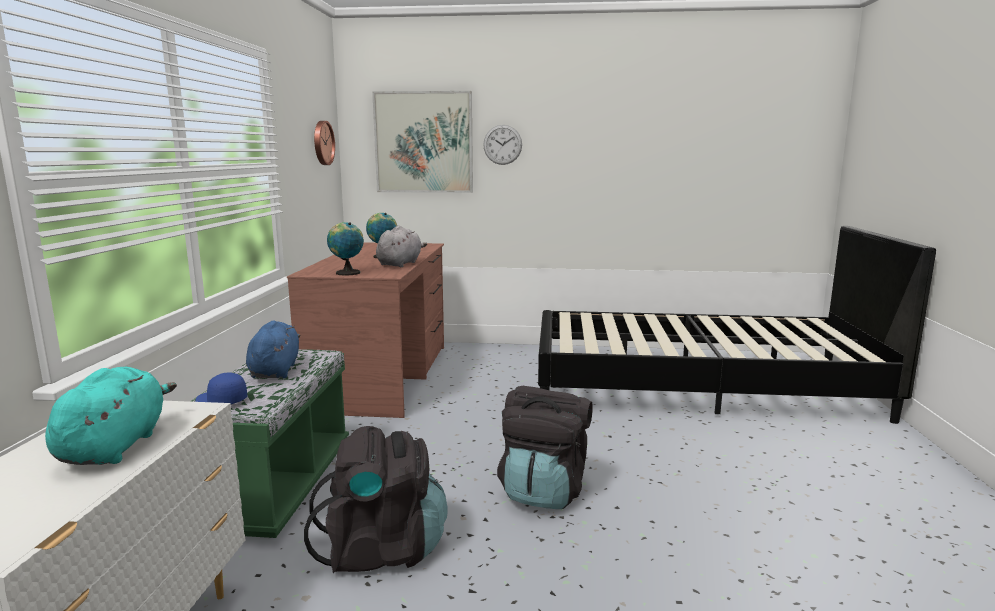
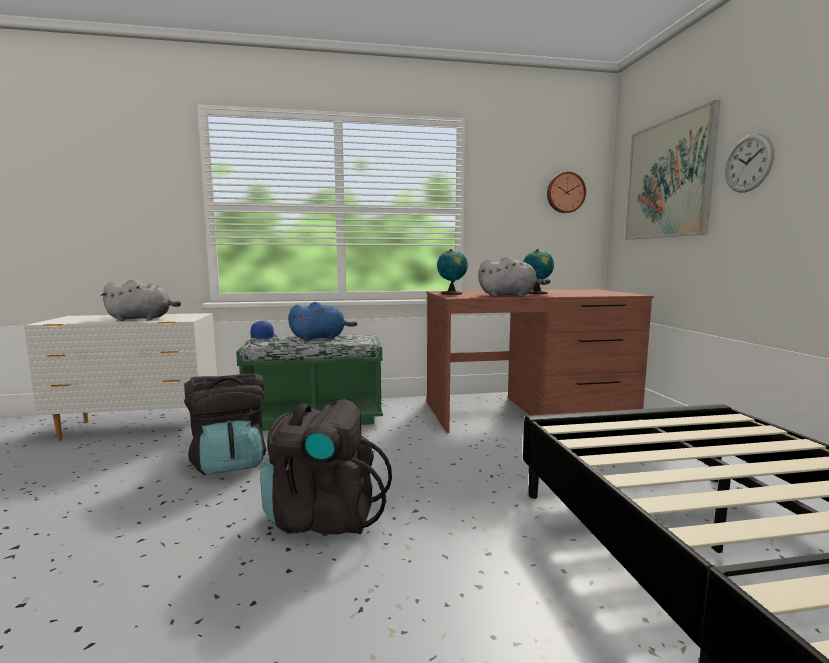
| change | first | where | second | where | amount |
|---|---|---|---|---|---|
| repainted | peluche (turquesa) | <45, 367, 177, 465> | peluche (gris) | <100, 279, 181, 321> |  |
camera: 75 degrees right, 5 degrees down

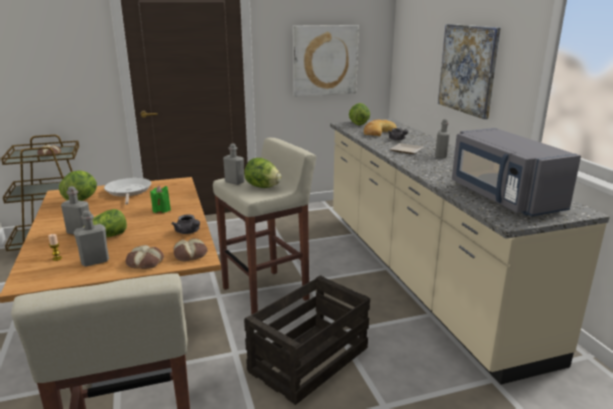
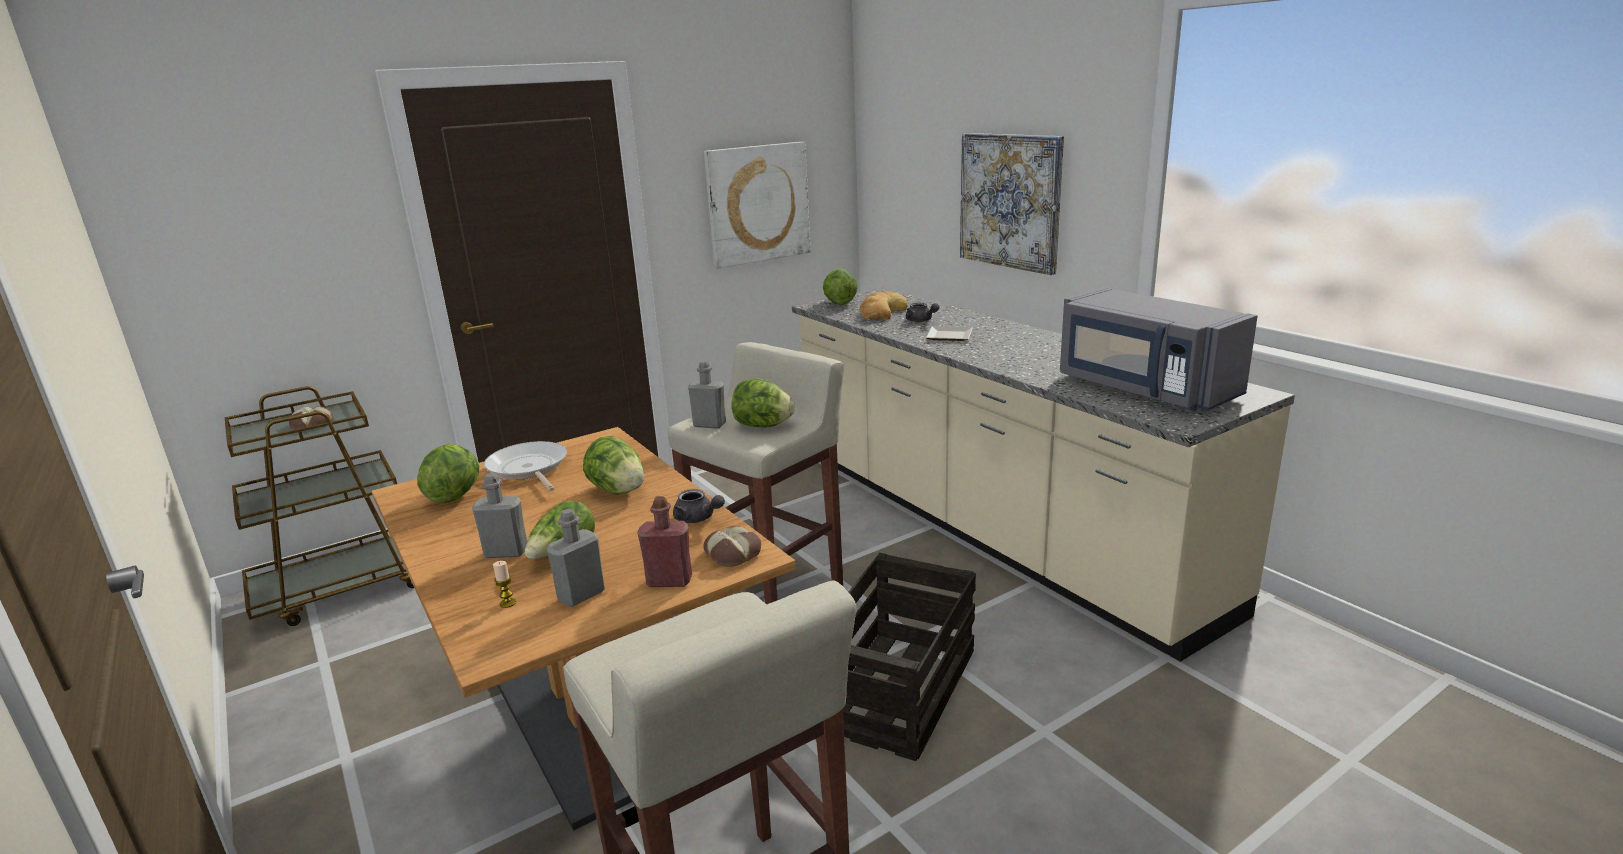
| change | first | where | second | where | amount |
|---|---|---|---|---|---|
| swapped | vela (verde) | <150, 185, 171, 214> | lechuga | <583, 436, 644, 495> |  |
| swapped | pan | <126, 245, 164, 269> | botella (rojo) | <637, 496, 692, 587> |  |
| gone | botella (gris) | <435, 119, 450, 158> |  |  |  |
camera: 15 degrees left, 0 degrees up

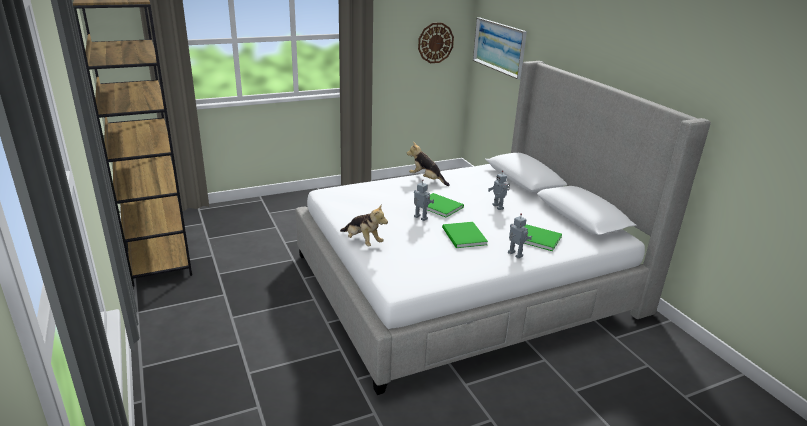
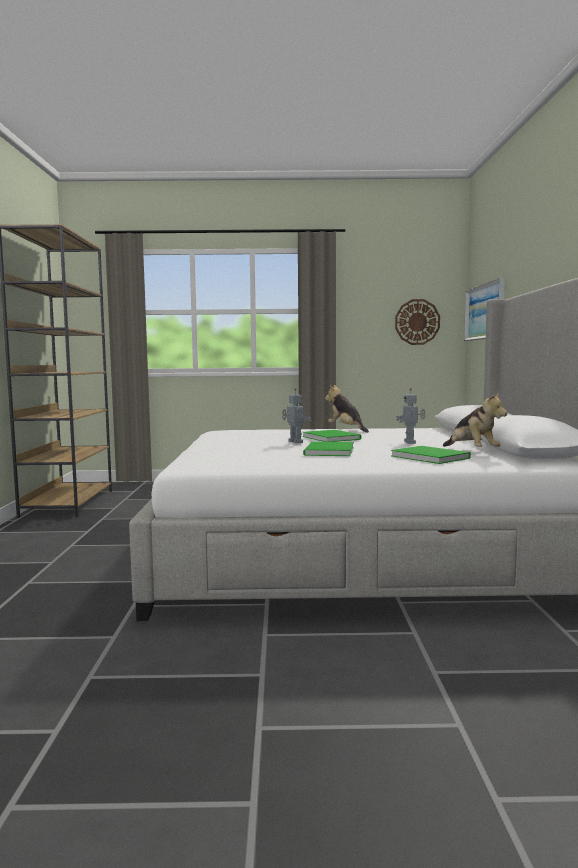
| change | first | where | second | where | amount |
|---|---|---|---|---|---|
| shifted | peluche | <340, 205, 388, 246> |  | <443, 392, 508, 447> |  |
| gone | robot de juguete | <508, 213, 532, 259> |  |  |  |
camera: 25 degrees right, 20 degrees down

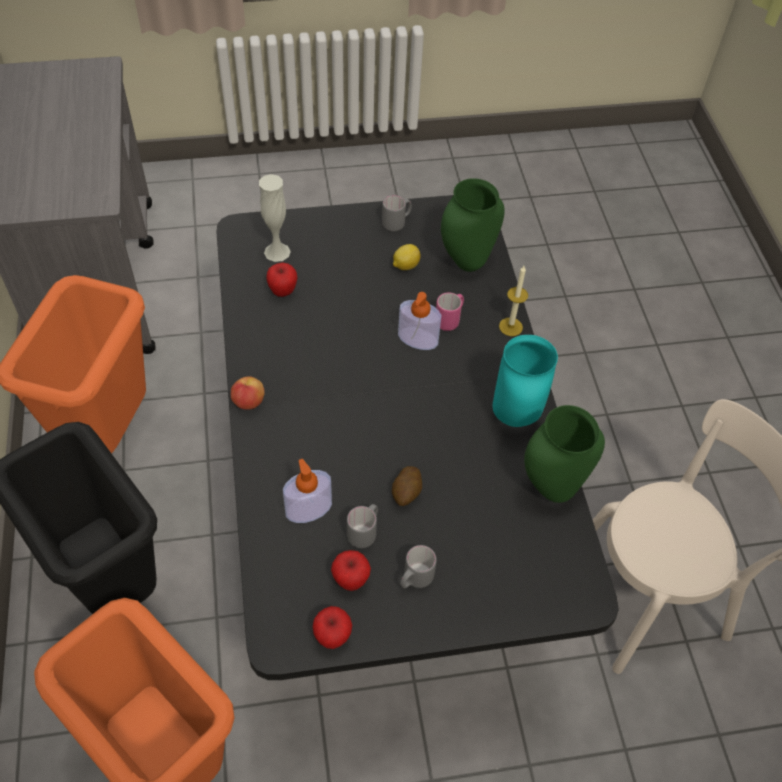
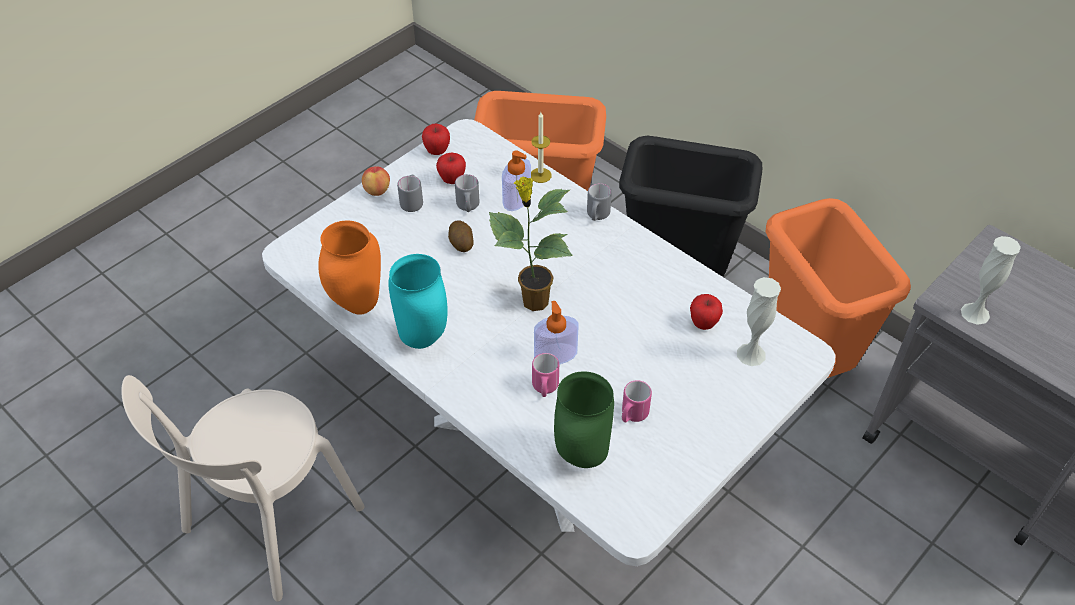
| change | first | where | second | where | amount |
|---|---|---|---|---|---|
| repainted | mesa de comedor (negro) | <216, 195, 619, 680> | mesa de comedor (blanco) | <262, 119, 835, 566> |  |
| repainted | florero (verde) | <524, 405, 605, 503> | florero (naranja) | <318, 220, 381, 315> |  |
| shifted | manzana | <231, 376, 265, 410> |  | <362, 166, 390, 196> |  |
| new |  |  | planta en maceta | <489, 176, 573, 311> |  |
| shifted | vela | <499, 266, 528, 336> |  | <531, 112, 552, 183> |  |
| shifted | taza grande (gris) | <382, 195, 412, 231> |  | <587, 183, 612, 221> |  |
| swapped | limón | <393, 244, 421, 270> | taza grande (rosa) | <622, 380, 652, 423> |  |
| new |  |  | florero (blanco) | <961, 236, 1021, 325> |  |
camera: 145 degrees right, 5 degrees down

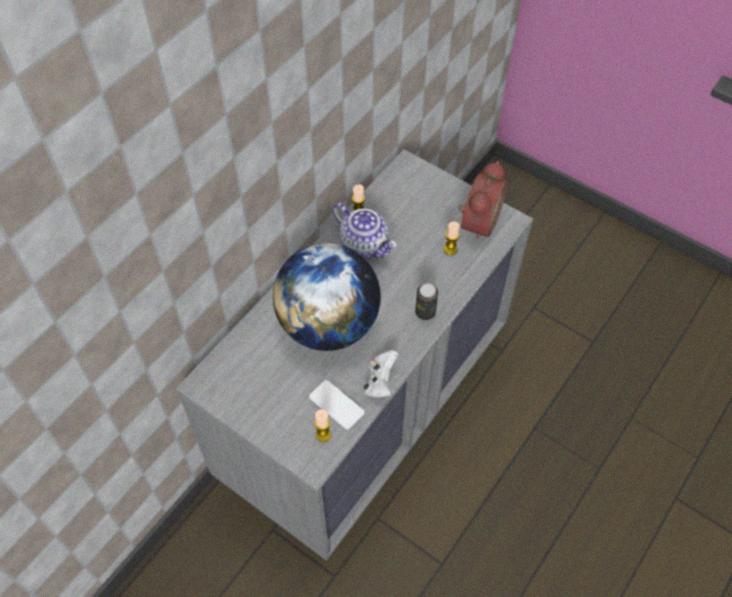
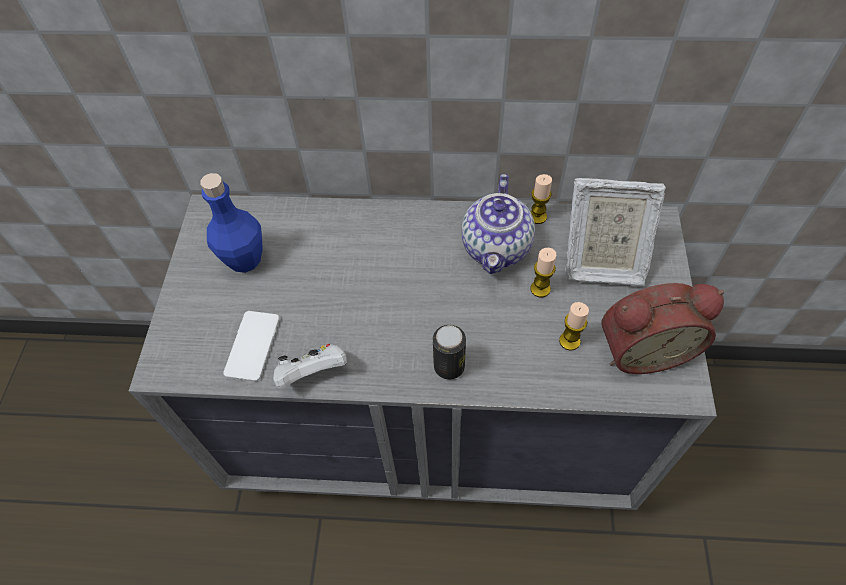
| change | first | where | second | where | amount |
|---|---|---|---|---|---|
| new |  |  | botella (azul) | <201, 173, 263, 273> |  |
| shifted | vela | <314, 409, 331, 442> |  | <530, 248, 556, 297> |  |
| new |  |  | portarretratos | <565, 178, 666, 286> |  |
| gone | globo terráqueo | <273, 243, 381, 351> |  |  |  |
camera: 60 degrees right, 0 degrees up

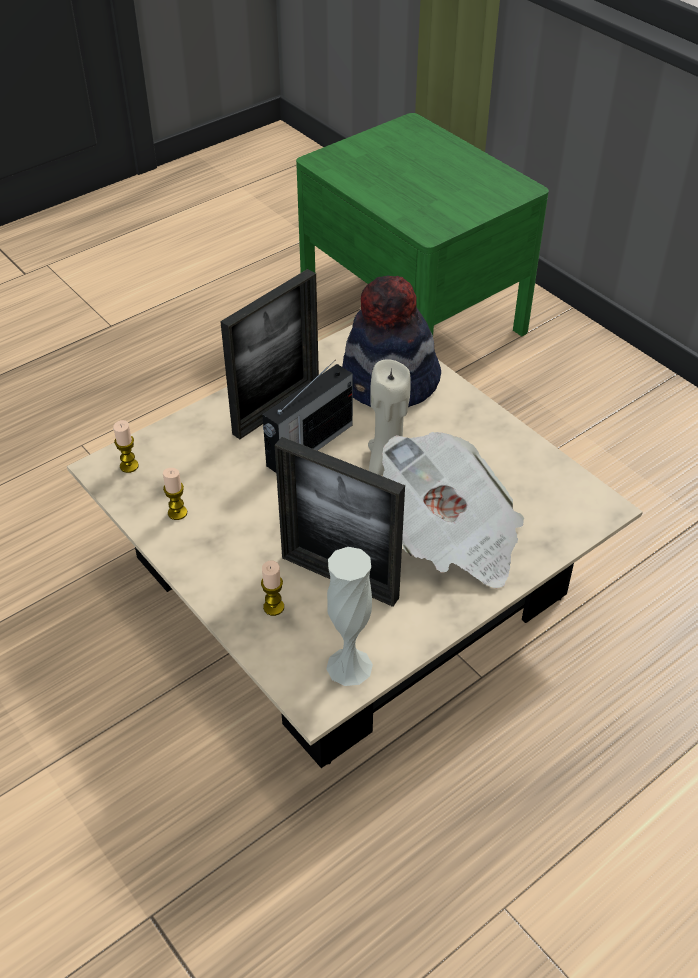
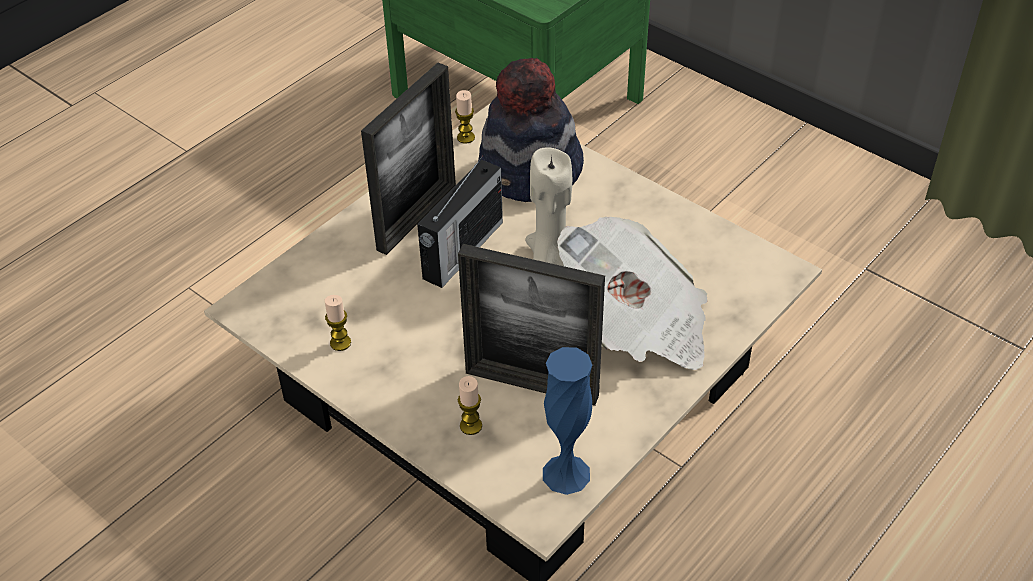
| change | first | where | second | where | amount |
|---|---|---|---|---|---|
| shifted | vela | <113, 420, 139, 473> |  | <455, 90, 475, 144> |  |
| repainted | florero (blanco) | <326, 547, 373, 686> | florero (azul) | <543, 347, 592, 495> |  |
camera: 10 degrees left, 0 degrees up

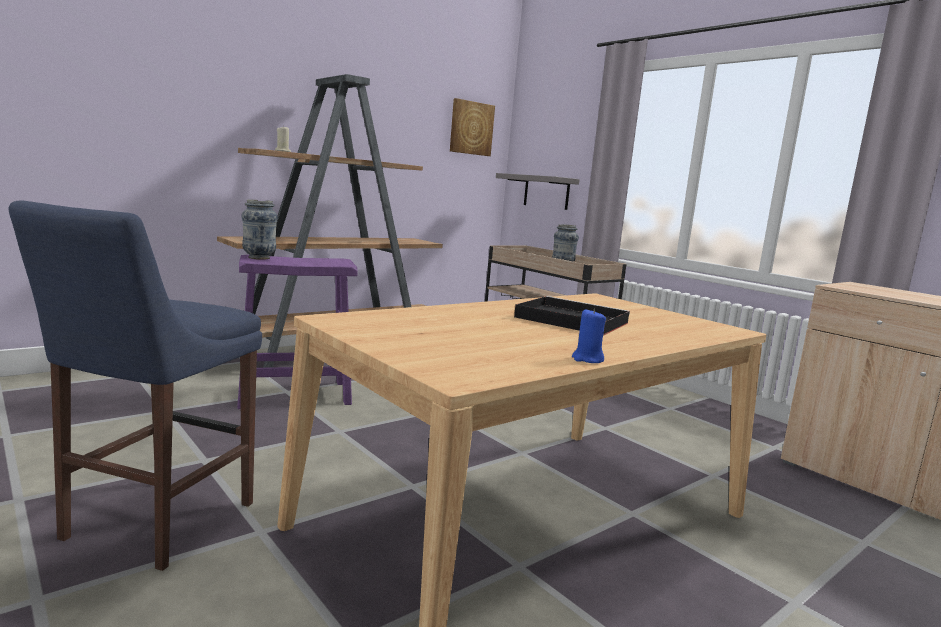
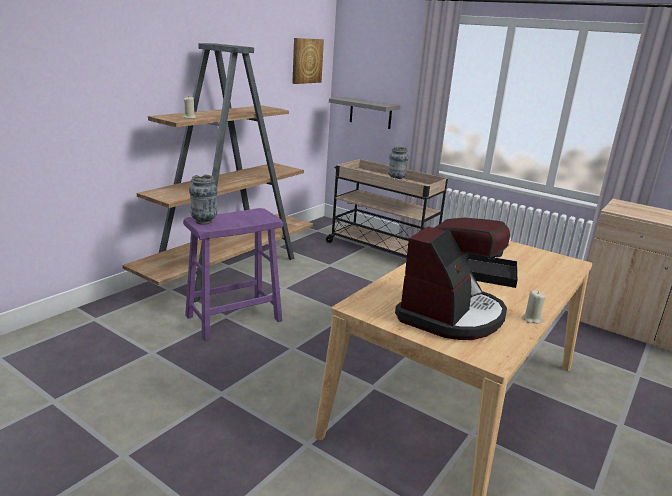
| change | first | where | second | where | amount |
|---|---|---|---|---|---|
| new |  |  | cafetera | <395, 218, 510, 340> |  |
| repainted | vela (azul) | <572, 309, 606, 363> | vela (beis) | <522, 291, 546, 324> |  |
| gone | taburete (azul) | <9, 201, 262, 571> |  |  |  |
camera: 15 degrees left, 10 degrees up

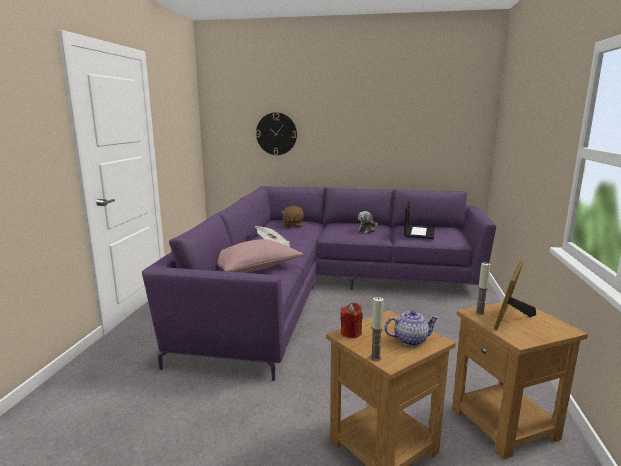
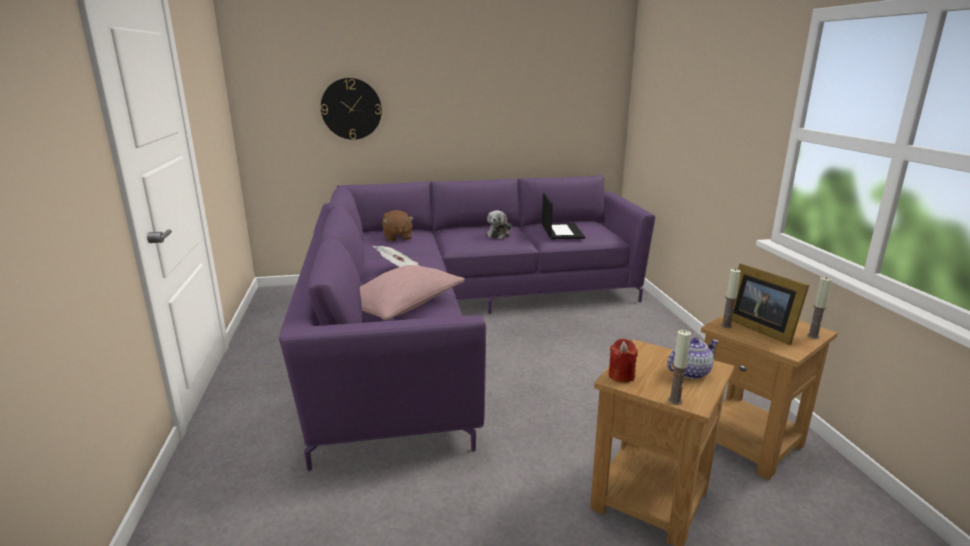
| change | first | where | second | where | amount |
|---|---|---|---|---|---|
| rotated | portarretratos | <494, 261, 536, 331> |  | <732, 263, 809, 345> | 45 degrees counterclockwise |
| new |  |  | vela | <807, 277, 832, 339> |  |
camera: 20 degrees left, 5 degrees up

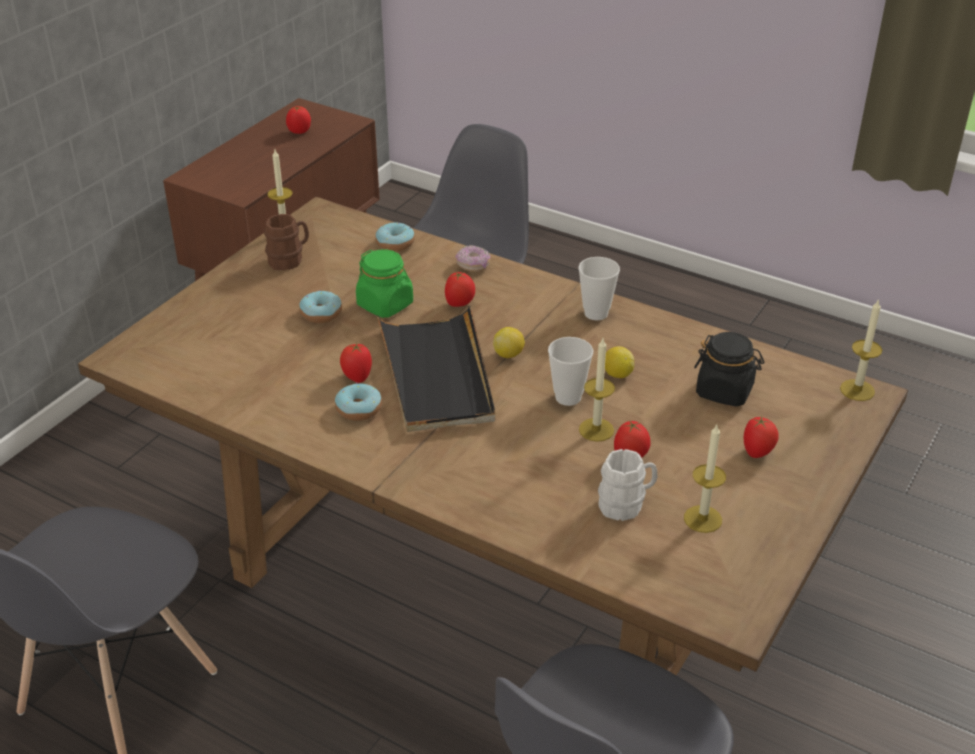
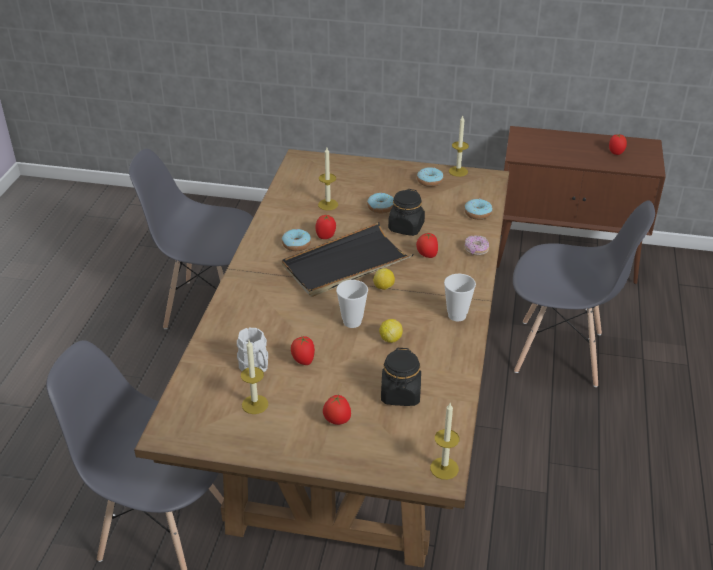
| change | first | where | second | where | amount |
|---|---|---|---|---|---|
| shifted | vela | <579, 338, 615, 442> |  | <318, 148, 338, 210> |  |
| repainted | tarro (verde) | <356, 249, 413, 318> | tarro (negro) | <388, 189, 425, 236> |  |
| swapped | taza grande (marrón) | <264, 214, 309, 270> | rosquilla | <417, 167, 444, 187> |  |
camera: 70 degrees right, 0 degrees up

